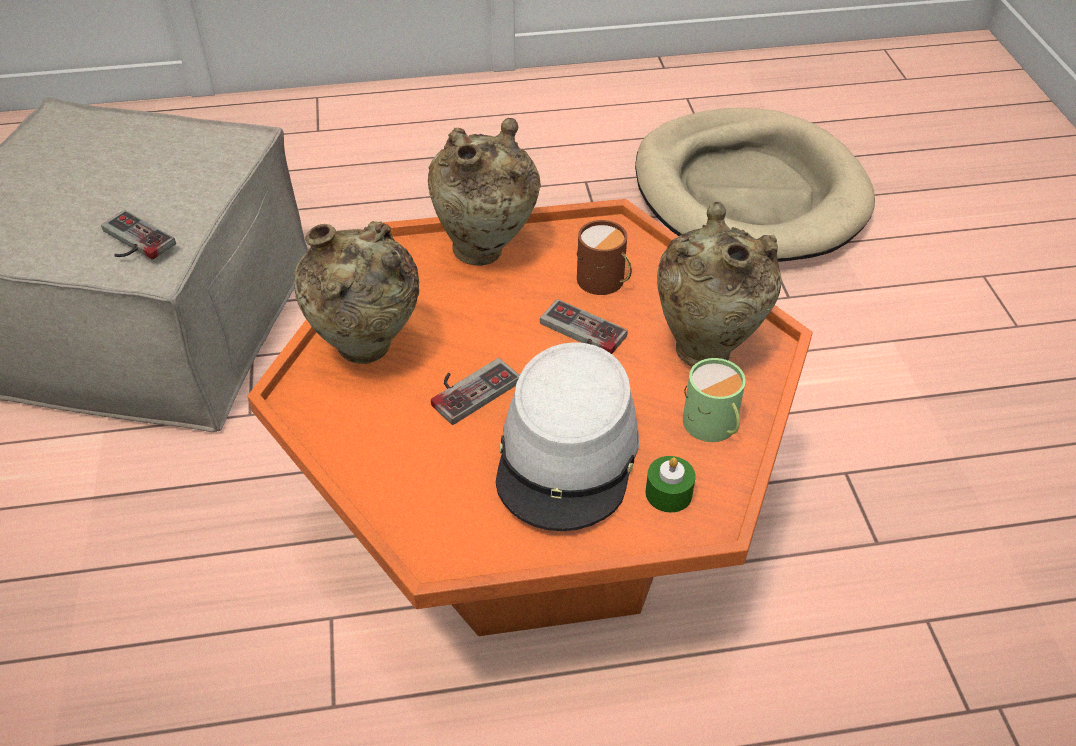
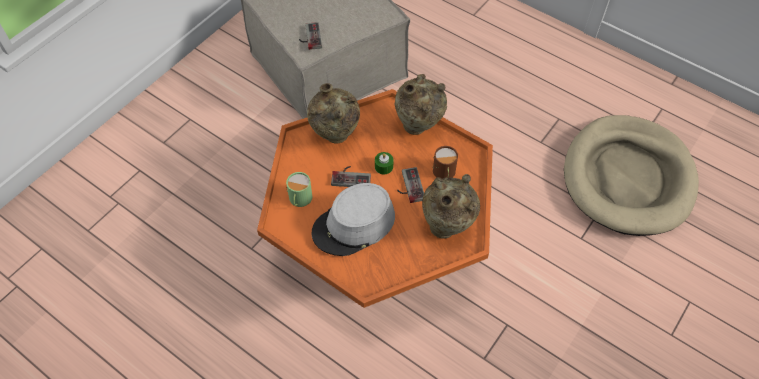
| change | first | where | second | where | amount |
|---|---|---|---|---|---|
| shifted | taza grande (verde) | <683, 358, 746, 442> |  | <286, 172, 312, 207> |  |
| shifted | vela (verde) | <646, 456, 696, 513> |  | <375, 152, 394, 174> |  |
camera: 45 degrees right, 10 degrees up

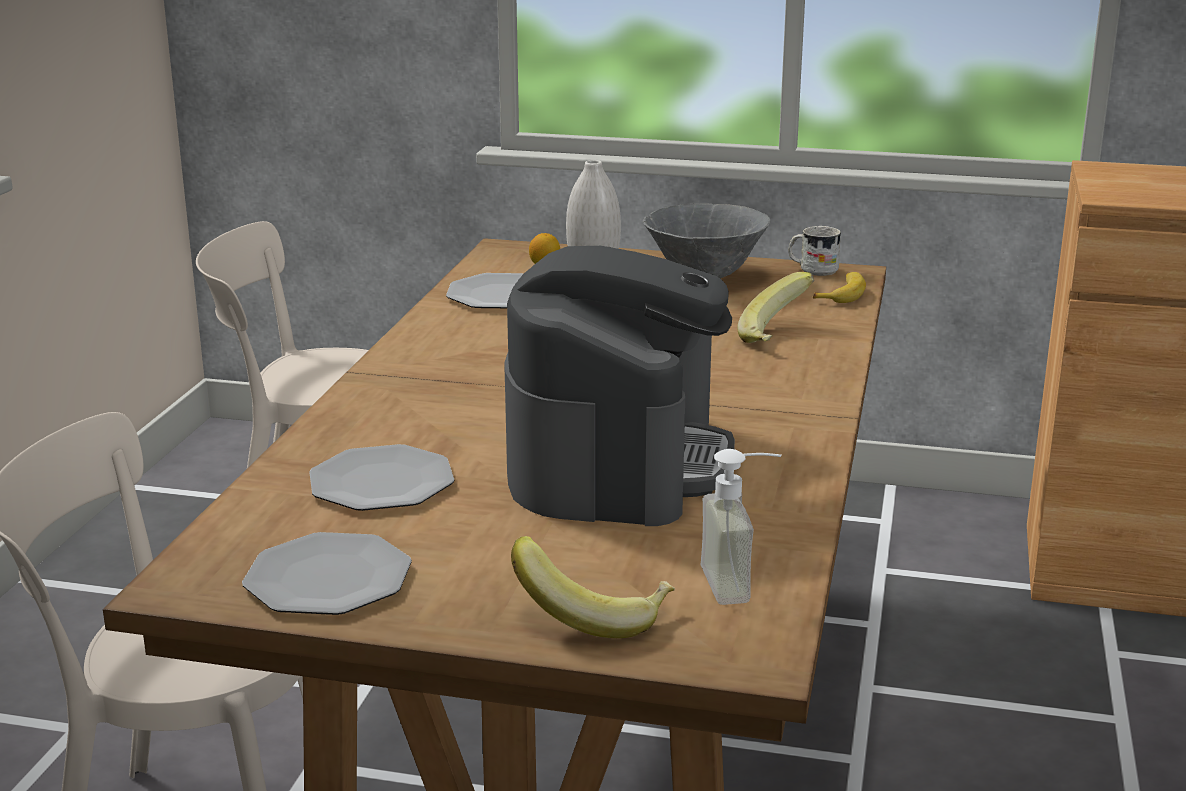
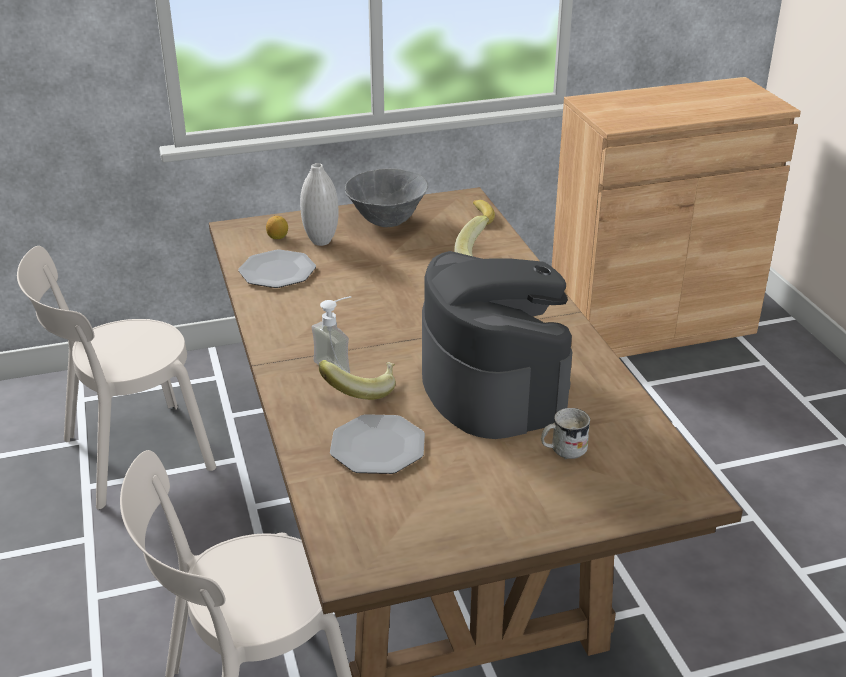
| change | first | where | second | where | amount |
|---|---|---|---|---|---|
| shifted | dispensador de jabón | <701, 449, 782, 605> |  | <311, 296, 351, 374> |  |
| shifted | plátano | <511, 536, 675, 638> |  | <319, 360, 395, 400> |  |
| shifted | taza grande (blanco) | <788, 226, 841, 276> |  | <541, 408, 590, 459> |  |
| gone | plato | <242, 532, 412, 615> |  |  |  |
camera: 30 degrees left, 10 degrees up

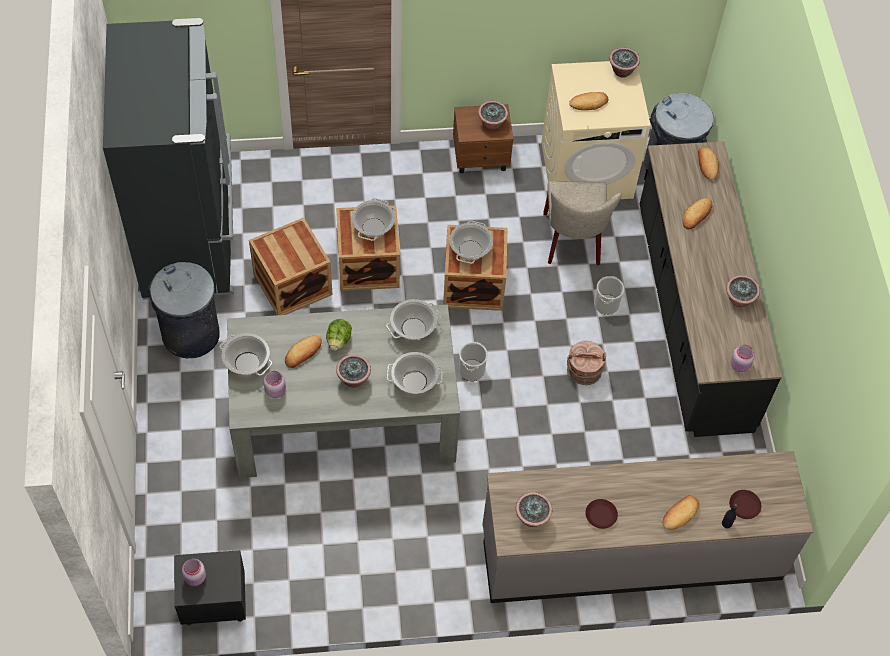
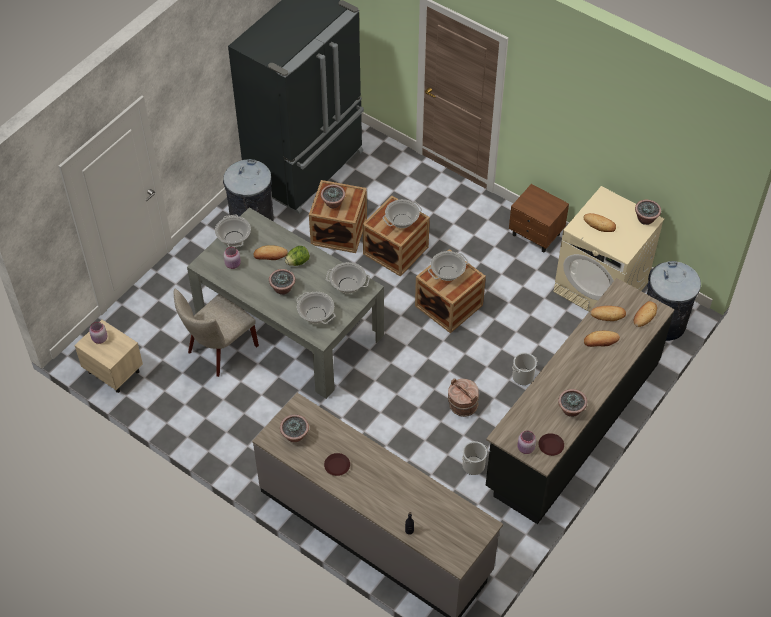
| change | first | where | second | where | amount |
|---|---|---|---|---|---|
| repainted | mesita de noche (negro) | <174, 550, 246, 626> | mesita de noche (beis) | <74, 320, 143, 393> |  |
| shifted | silla (beis) | <543, 181, 622, 265> |  | <174, 289, 259, 377> |  |
| shifted | planta en maceta | <478, 101, 508, 130> |  | <321, 185, 345, 209> |  |
| shifted | cubo | <459, 342, 488, 381> |  | <462, 441, 488, 475> |  |
| shifted | plato (marrón) | <729, 490, 762, 519> |  | <538, 433, 564, 456> |  |
| shifted | pan | <663, 495, 699, 530> |  | <590, 306, 626, 321> |  |
camera: 45 degrees right, 5 degrees down

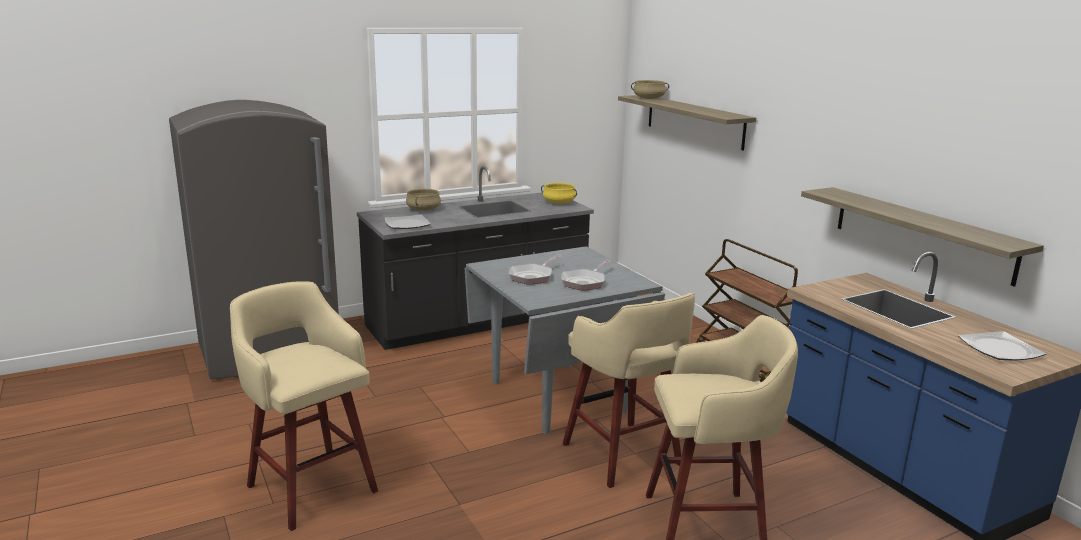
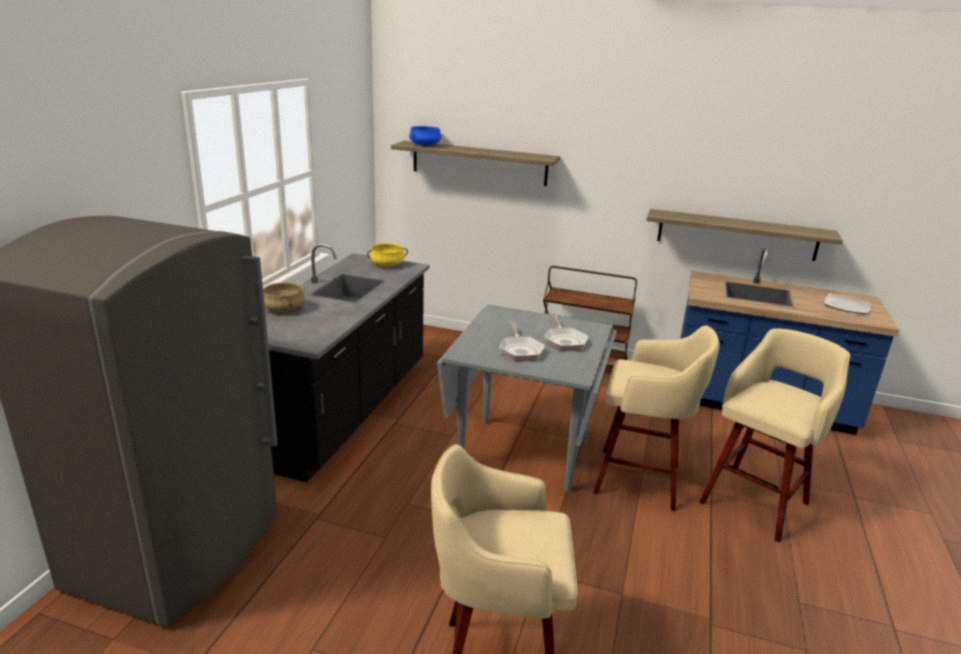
| change | first | where | second | where | amount |
|---|---|---|---|---|---|
| repainted | olla (beis) | <631, 80, 669, 99> | olla (azul) | <409, 126, 441, 146> |  |
| gone | plato | <384, 214, 430, 229> |  |  |  |
camera: 45 degrees left, 5 degrees up

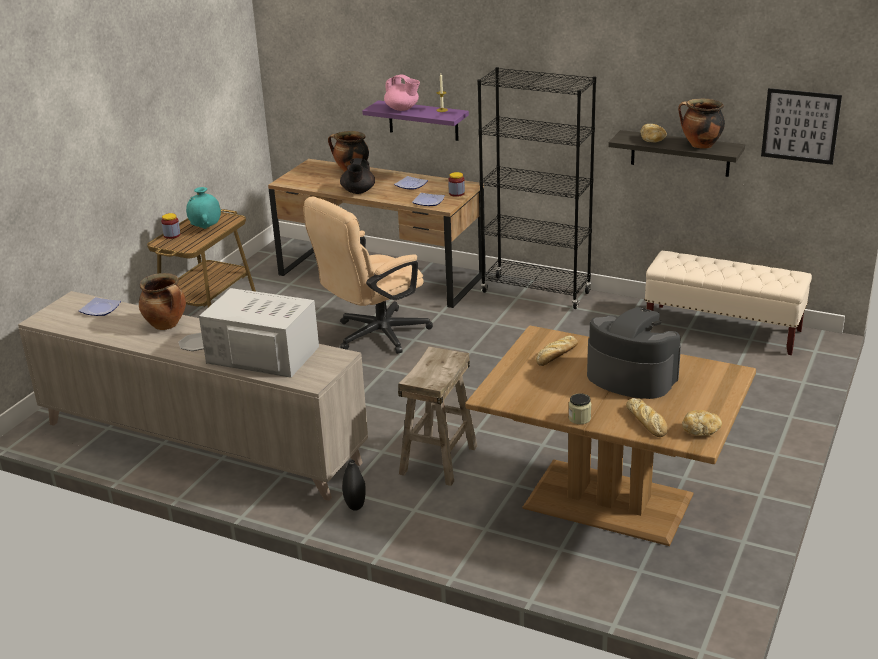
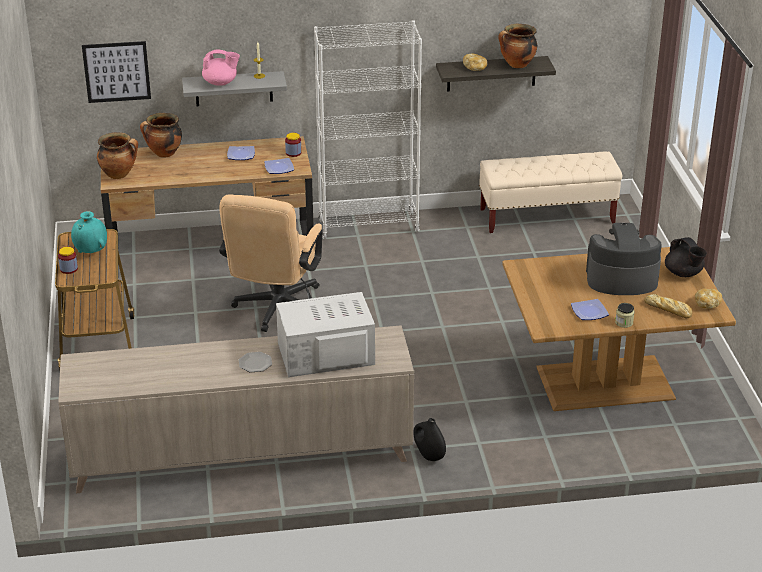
| change | first | where | second | where | amount |
|---|---|---|---|---|---|
| shifted | cuadro | <761, 88, 842, 165> |  | <82, 41, 151, 103> |  |
| shifted | olla | <139, 273, 186, 330> |  | <97, 132, 138, 179> |  |
| repainted | estante (morado) | <362, 100, 469, 141> | estante (gris) | <182, 71, 287, 106> |  |
| repainted | estantería (negro) | <477, 67, 596, 309> | estantería (blanco) | <314, 20, 422, 240> |  |
| shifted | plato | <79, 297, 121, 316> |  | <571, 299, 609, 320> |  |
| shifted | tetera (negro) | <340, 158, 375, 194> |  | <665, 237, 707, 277> |  |
| gone | taburete (beis) | <398, 346, 477, 486> |  |  |  |
| gone | pan | <536, 336, 578, 366> |  |  |  |
camera: 35 degrees left, 5 degrees up

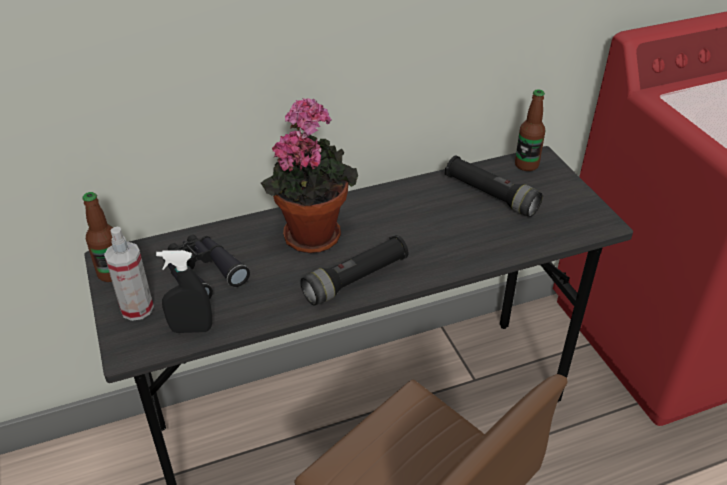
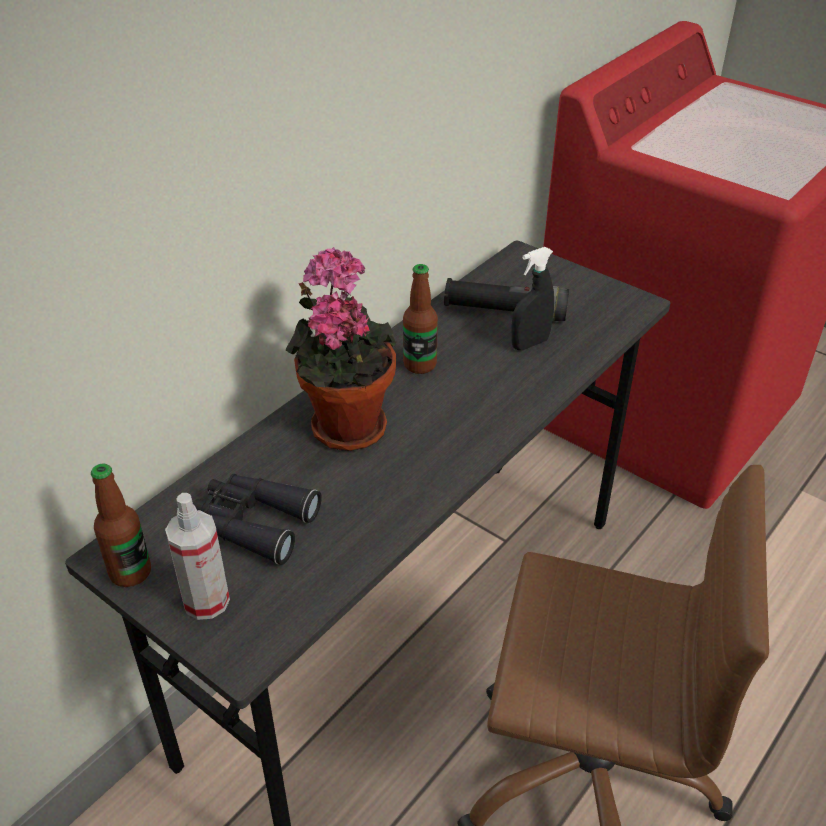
| change | first | where | second | where | amount |
|---|---|---|---|---|---|
| shifted | botella | <515, 89, 545, 171> |  | <403, 264, 438, 374> |  |
| shifted | pulverizador (negro) | <156, 250, 212, 333> |  | <511, 247, 554, 350> |  |
| gone | linterna (negro) | <300, 235, 408, 306> |  |  |  |
camera: 30 degrees left, 0 degrees up

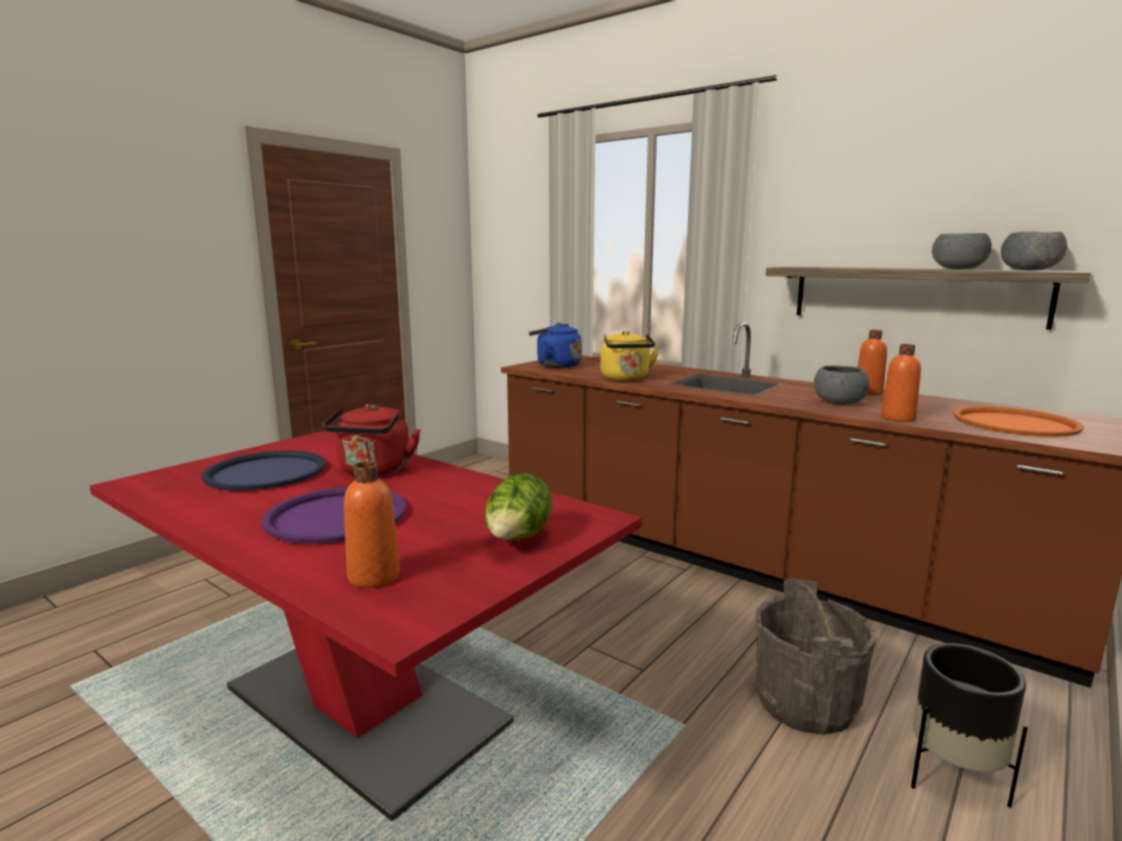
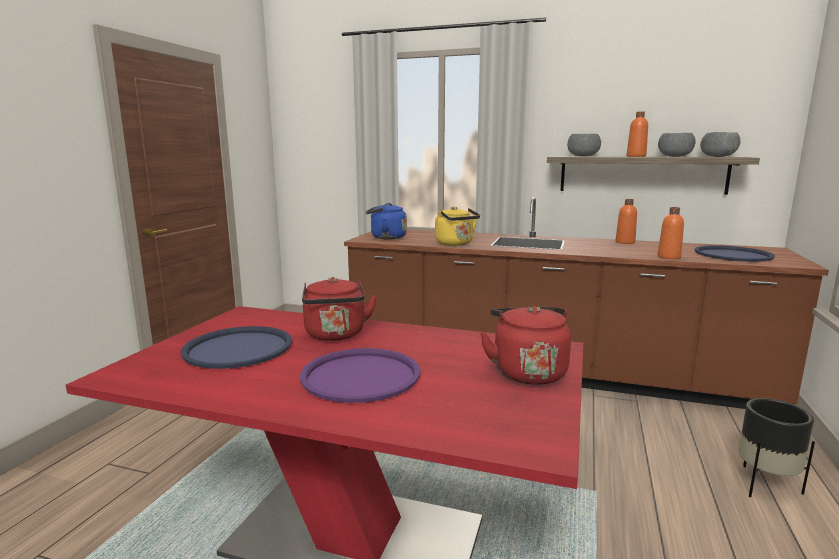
| change | first | where | second | where | amount |
|---|---|---|---|---|---|
| swapped | lechuga | <484, 473, 552, 540> | hervidor (rojo) | <480, 306, 571, 385> |  |
| shifted | cuenco (gris) | <814, 366, 870, 405> |  | <567, 134, 601, 156> |  |
| shifted | botella (naranja) | <344, 461, 400, 588> |  | <626, 111, 648, 157> |  |
| repainted | bandeja (naranja) | <954, 406, 1084, 437> | bandeja (azul) | <695, 245, 775, 262> |  |
| gone | cubo (gris) | <755, 578, 877, 735> |  |  |  |
camera: 20 degrees left, 0 degrees up

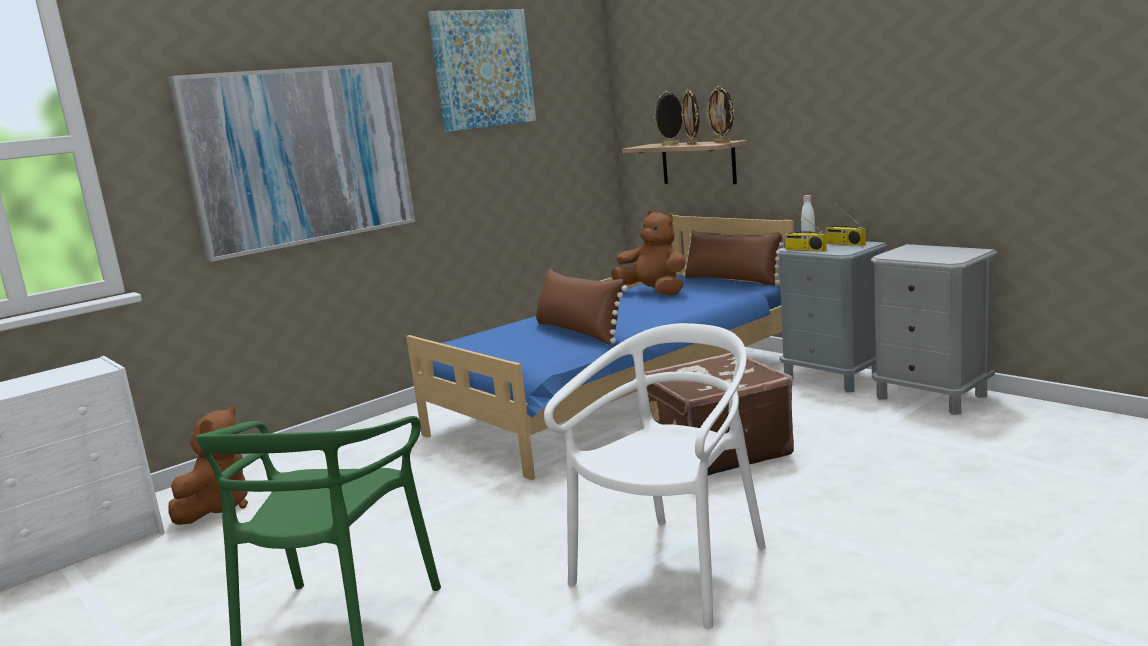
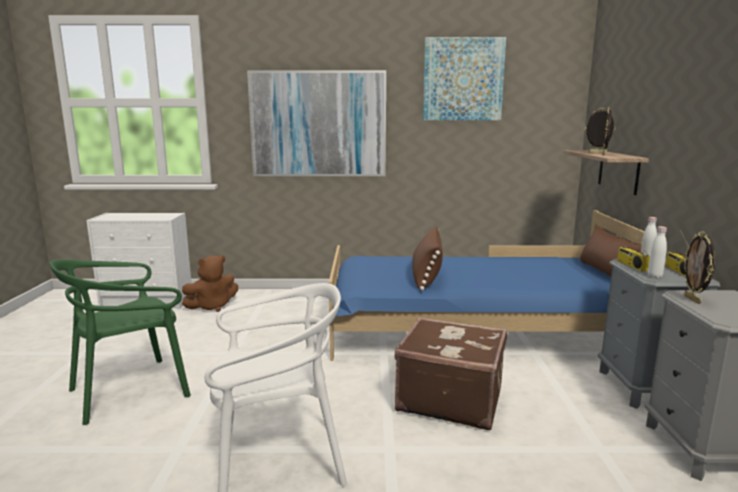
| change | first | where | second | where | amount |
|---|---|---|---|---|---|
| new |  |  | botella (blanco) | <648, 226, 667, 278> |  |
| shifted | portarretratos | <706, 86, 734, 143> |  | <684, 231, 715, 304> |  |
| gone | peluche (marrón) | <611, 210, 686, 296> |  |  |  |
camera: 40 degrees right, 0 degrees up

